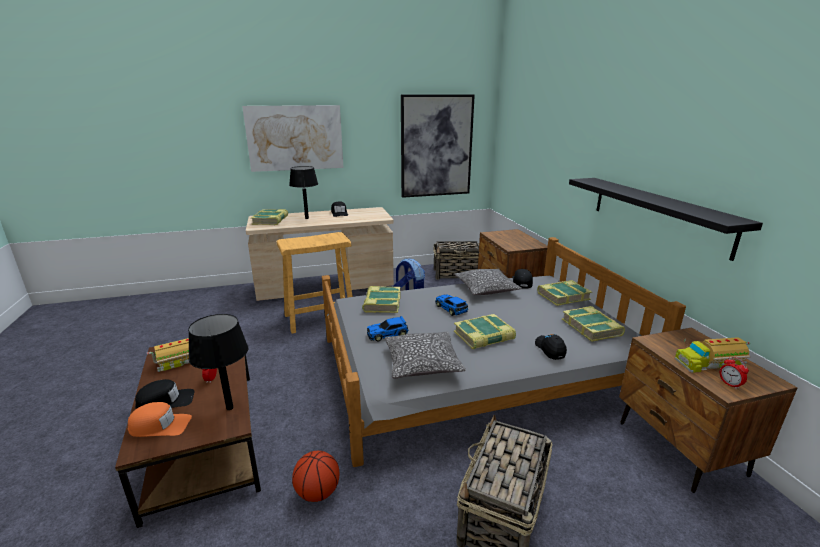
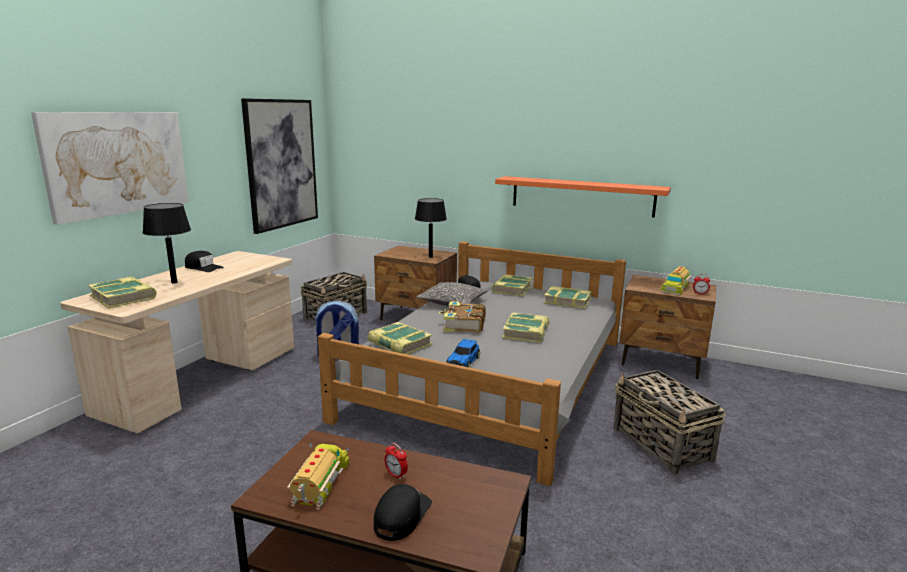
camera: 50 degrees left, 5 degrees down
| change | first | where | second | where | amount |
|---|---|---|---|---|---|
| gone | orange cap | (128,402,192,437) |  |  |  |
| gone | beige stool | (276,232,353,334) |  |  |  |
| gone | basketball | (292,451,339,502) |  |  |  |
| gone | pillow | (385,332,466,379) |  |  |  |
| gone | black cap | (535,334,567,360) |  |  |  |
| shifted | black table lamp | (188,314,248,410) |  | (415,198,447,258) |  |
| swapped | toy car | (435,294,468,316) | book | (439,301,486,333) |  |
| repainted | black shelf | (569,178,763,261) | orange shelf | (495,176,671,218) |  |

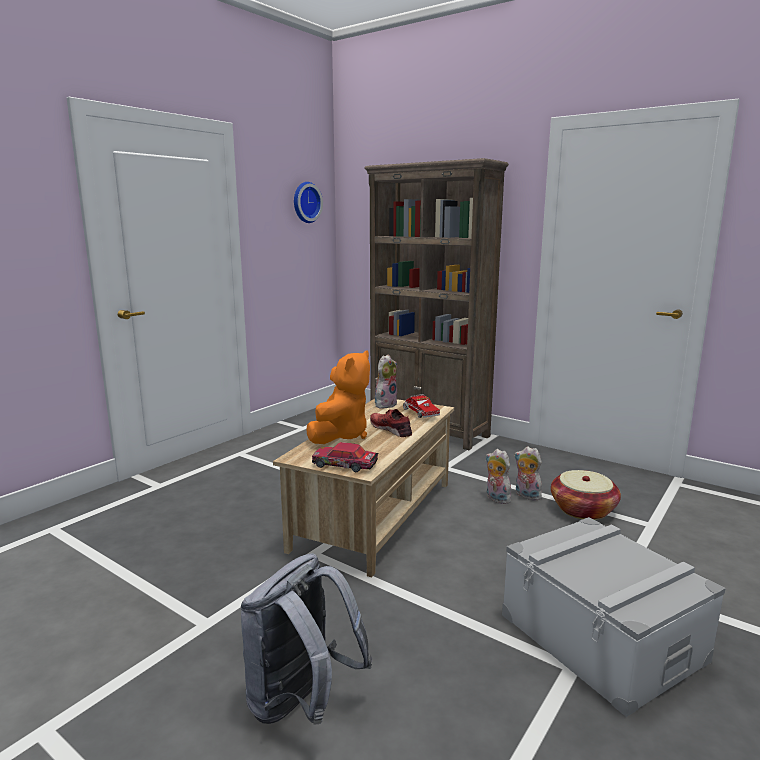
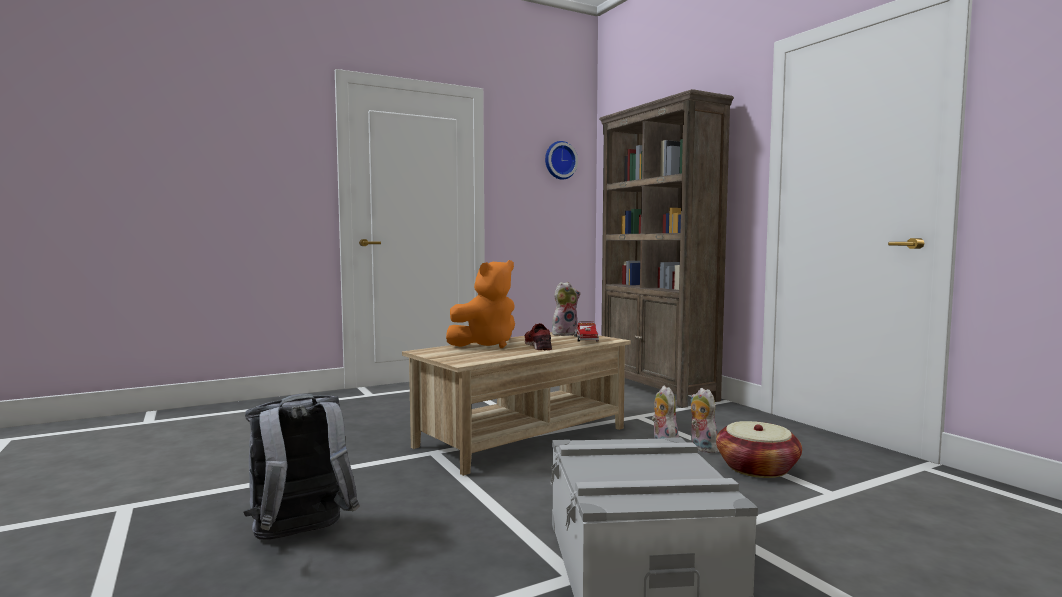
camera: 25 degrees right, 10 degrees down
| change | first | where | second | where | amount |
|---|---|---|---|---|---|
| gone | toy car | (312,442,378,472) |  |  |  |

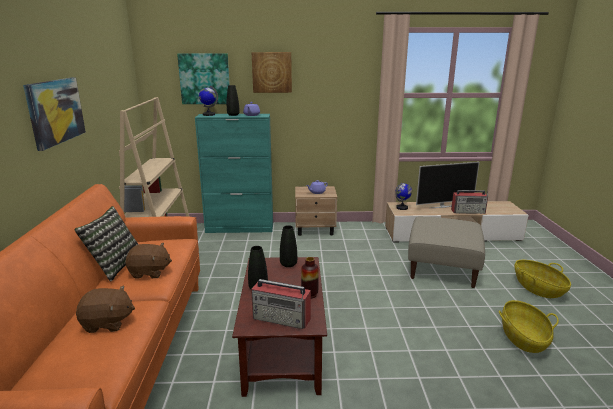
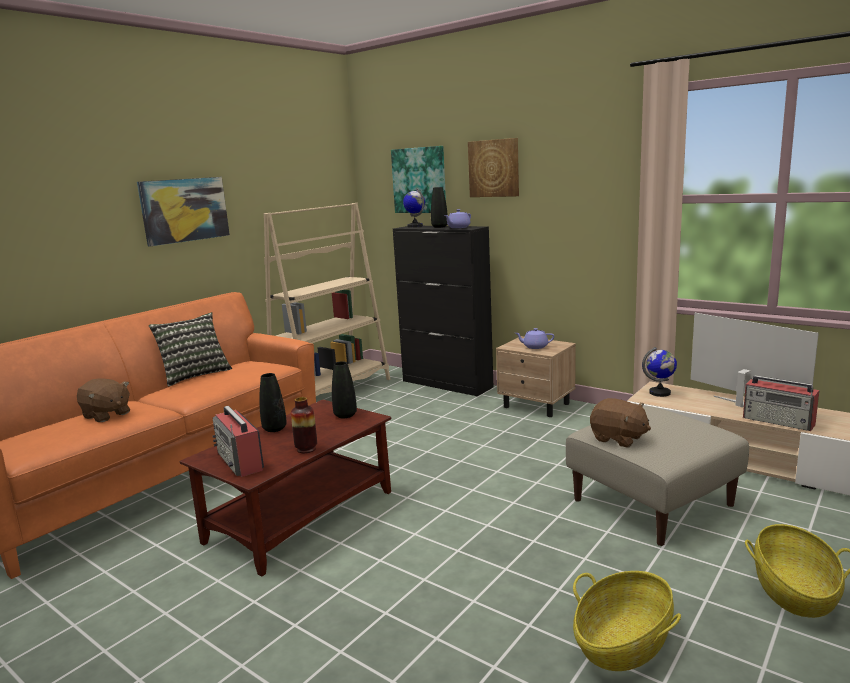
camera: 40 degrees right, 5 degrees down
| change | first | where | second | where | amount |
|---|---|---|---|---|---|
| shifted | brown plush toy | (125,243,172,278) |  | (590,398,651,447) |  |
| repainted | turquoise cabinet | (195,114,273,233) | black cabinet | (393,226,493,396) |  |
| rotated | television | (416,162,479,208) |  | (691,313,819,407) | 150 degrees counterclockwise |

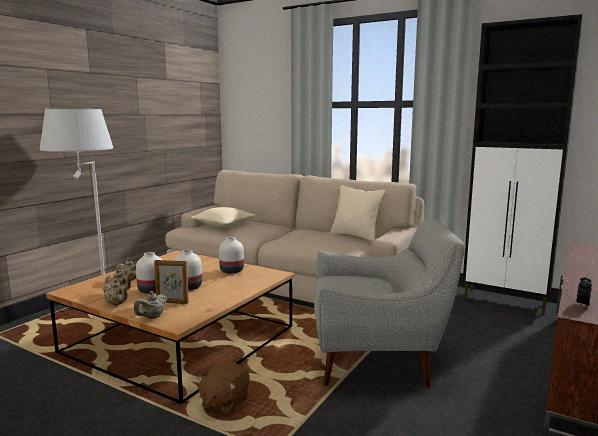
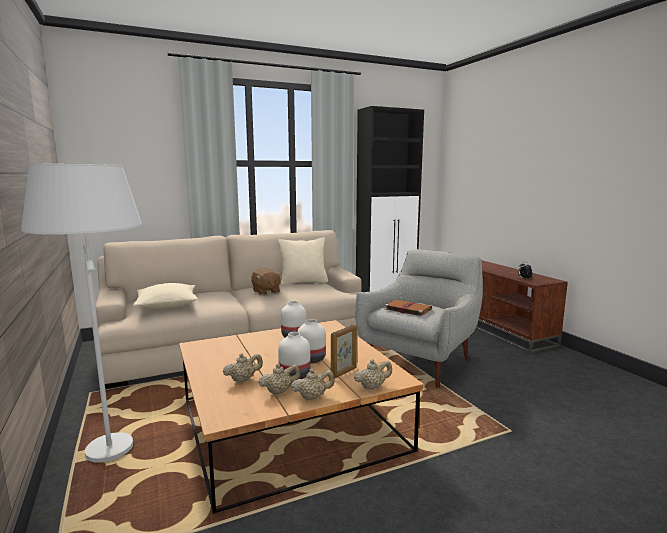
camera: 55 degrees left, 0 degrees up
| change | first | where | second | where | amount |
|---|---|---|---|---|---|
| new |  |  | brown book | (384,300,432,317) |  |
| shifted | brown plush toy | (197,362,250,414) |  | (251,268,282,295) |  |
| rotated | beige teapot | (134,291,167,319) |  | (354,359,392,390) | 90 degrees counterclockwise |

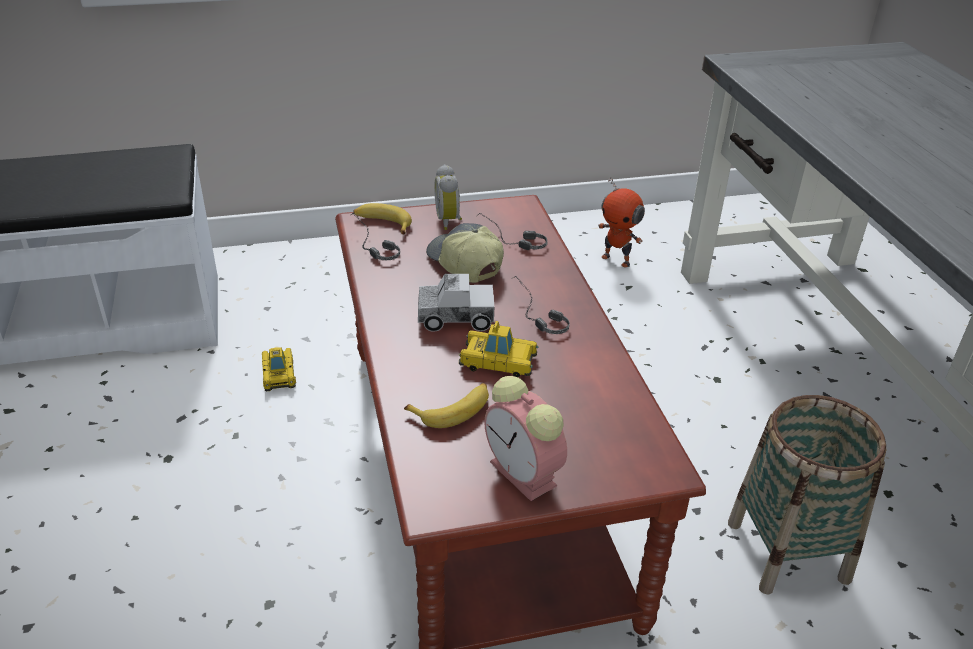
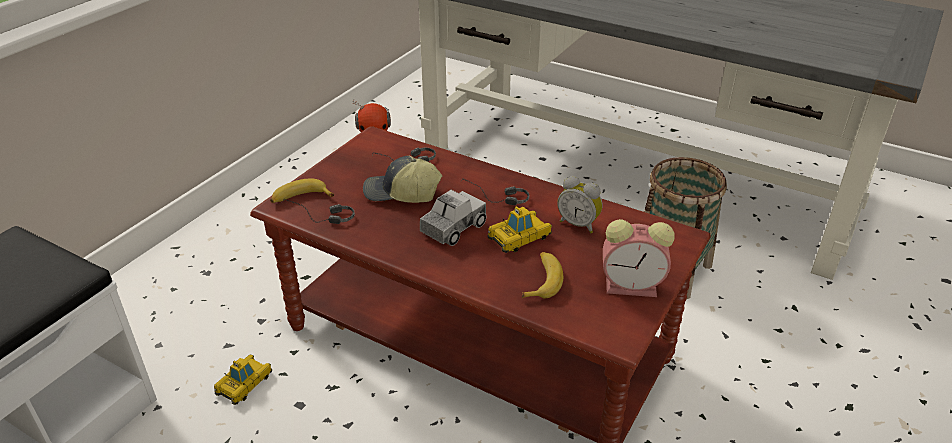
camera: 45 degrees left, 0 degrees up
| change | first | where | second | where | amount |
|---|---|---|---|---|---|
| shifted | alarm clock | (434,164,462,230) |  | (557,176,603,233) |  |
| rotated | toy car | (262,347,296,391) |  | (214,355,272,405) | 90 degrees clockwise |

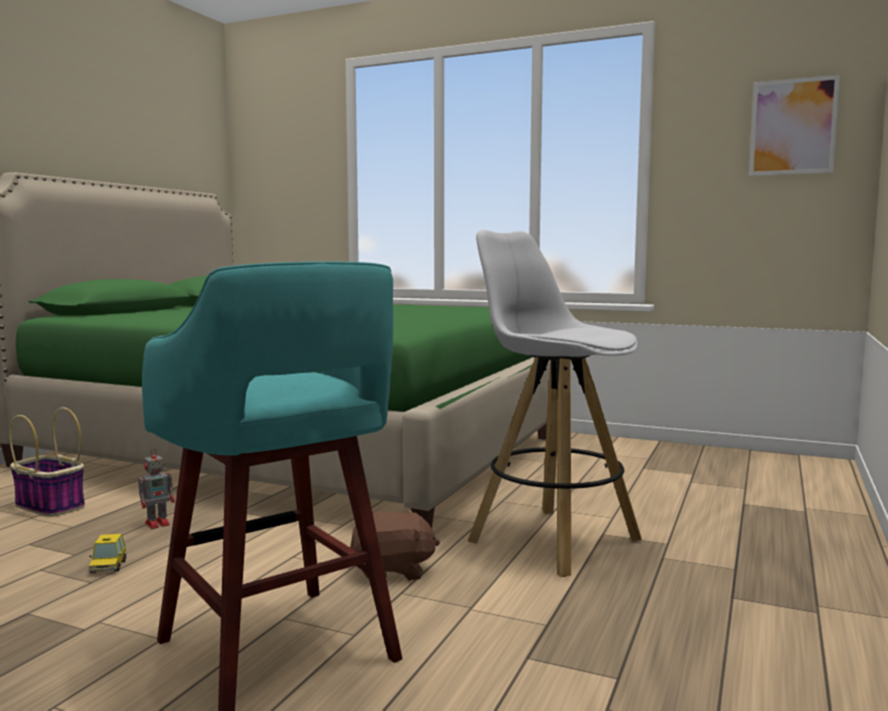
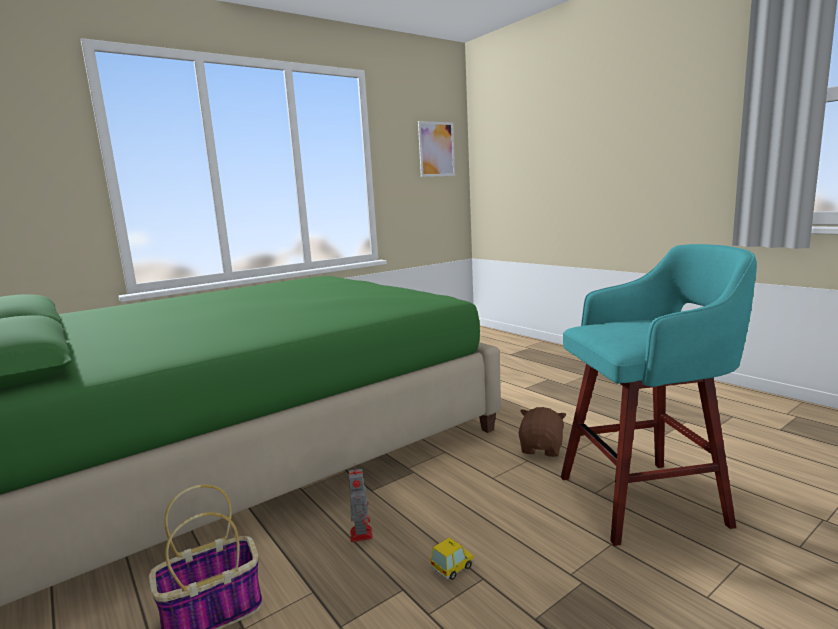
camera: 60 degrees left, 5 degrees up
| change | first | where | second | where | amount |
|---|---|---|---|---|---|
| gone | white stool | (468,230,642,577) |  |  |  |
| rotated | toy car | (89,534,127,573) |  | (430,537,474,580) | 60 degrees counterclockwise |

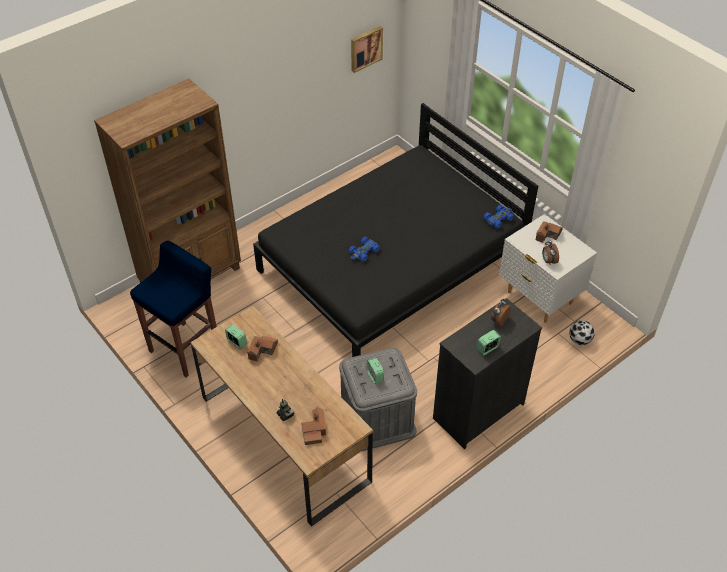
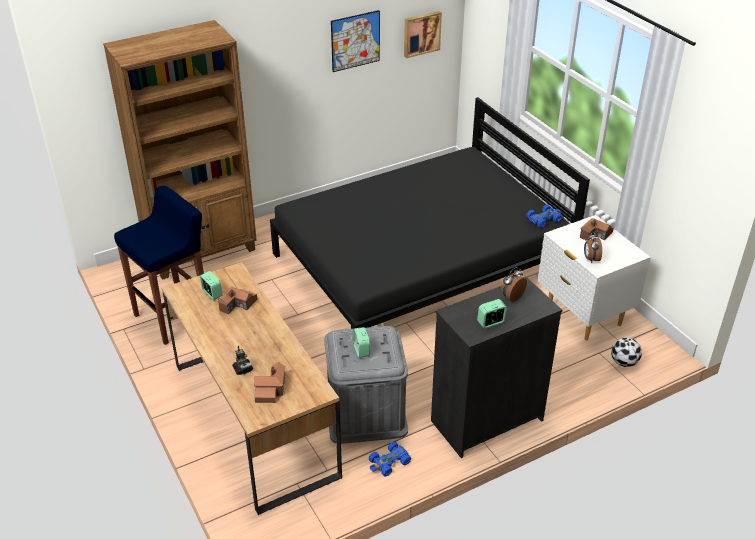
camera: 10 degrees right, 10 degrees down
| change | first | where | second | where | amount |
|---|---|---|---|---|---|
| new |  |  | picture | (331,10,380,72) |  |
| shifted | blue toy car | (349,237,380,262) |  | (369,441,411,477) |  |

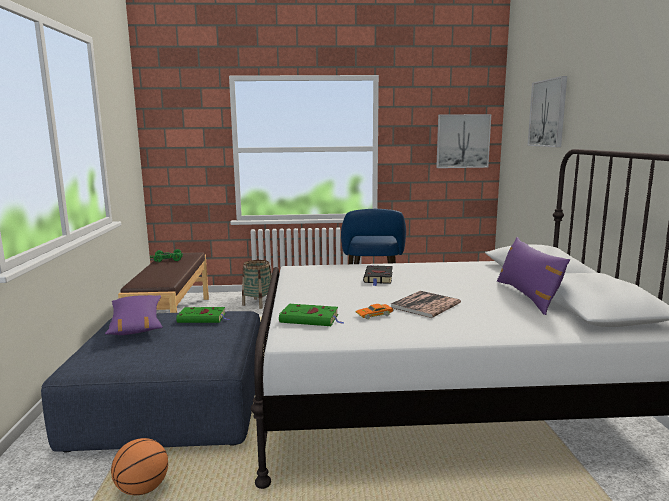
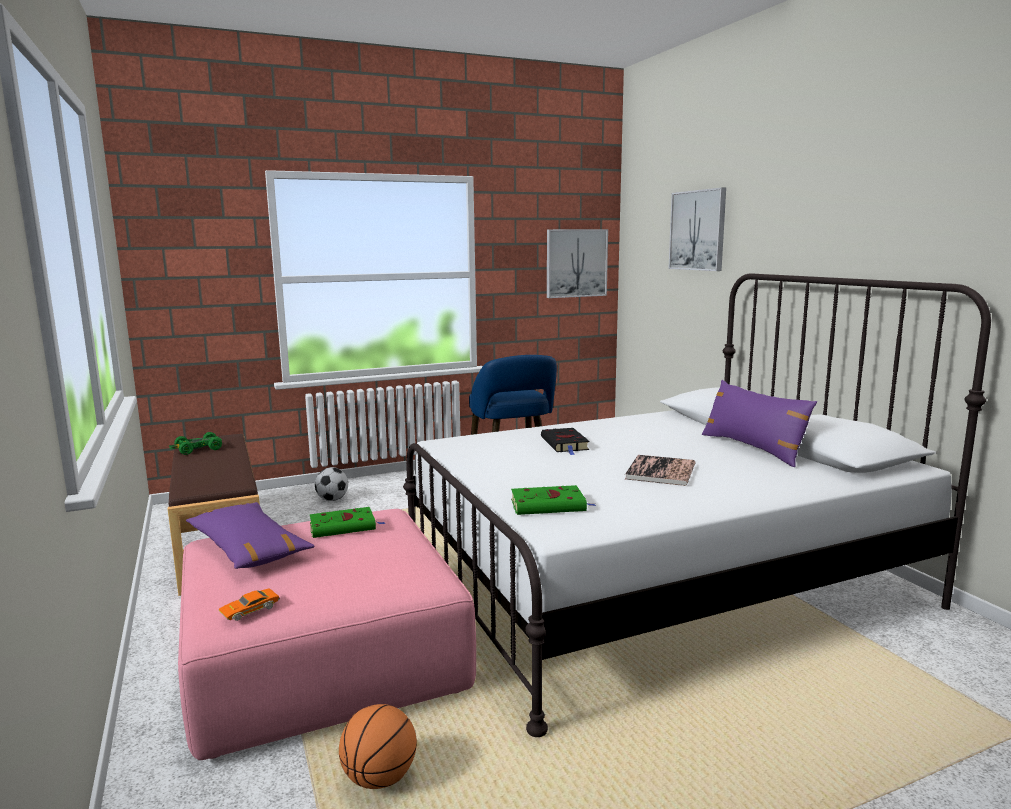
camera: 20 degrees left, 0 degrees up
| change | first | where | second | where | amount |
|---|---|---|---|---|---|
| shifted | orange toy car | (356,304,394,319) |  | (218,589,280,621) |  |
| swapped | basket | (242,260,272,309) | football | (315,467,348,501) |  |
| repainted | blue ottoman | (41,311,260,452) | pink ottoman | (178,509,476,760) |  |

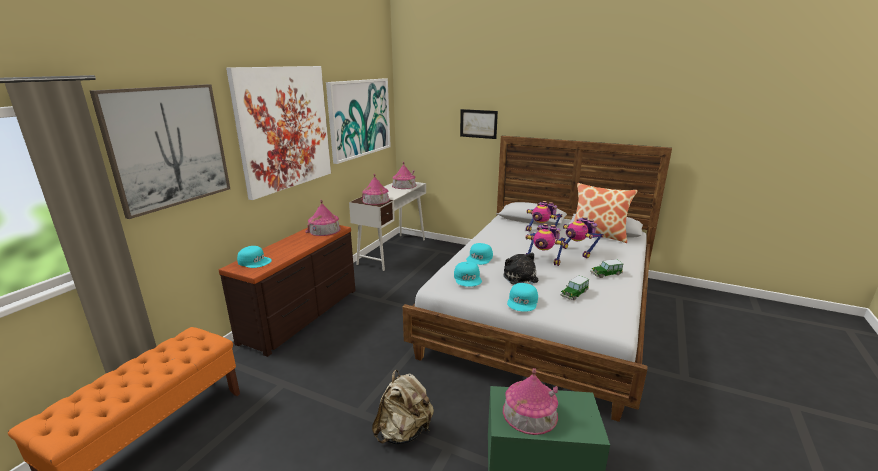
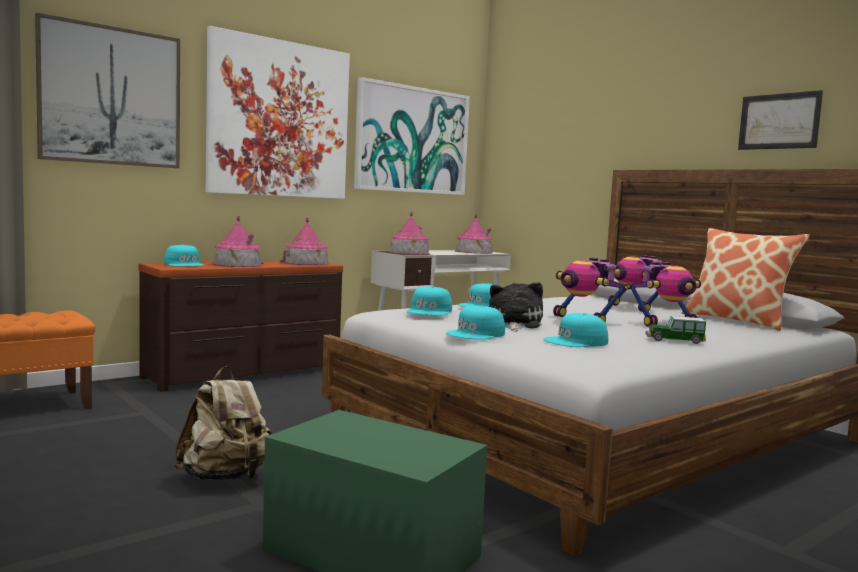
camera: 25 degrees right, 15 degrees down
| change | first | where | second | where | amount |
|---|---|---|---|---|---|
| shifted | picture | (460,109,498,139) |  | (738,90,823,150) |  |
| shifted | toy house | (503,368,558,435) |  | (212,216,264,267) |  |
| swapped | toy car | (560,275,589,300) | turquoise cap | (543,313,608,347) |  |
| rotated | toy robot | (562,217,604,258) |  | (627,262,701,327) | 105 degrees counterclockwise |

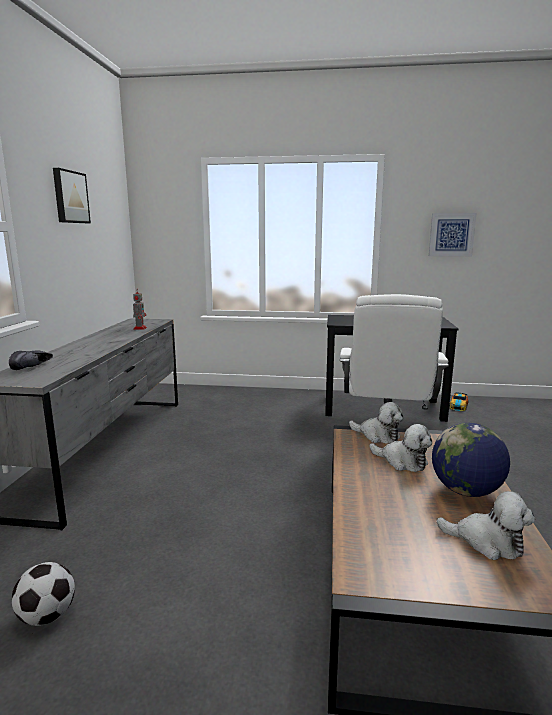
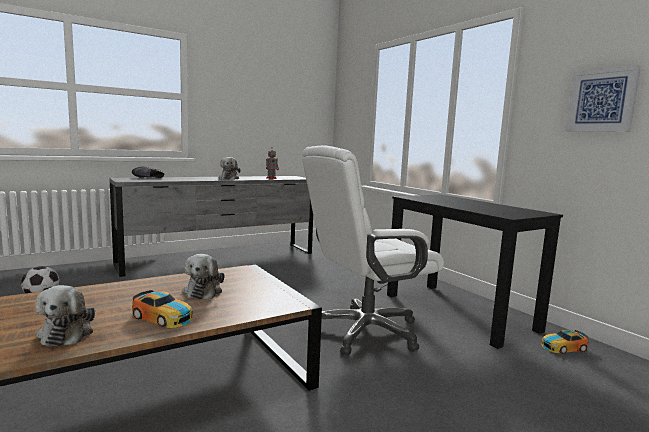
camera: 50 degrees right, 5 degrees down
| change | first | where | second | where | amount |
|---|---|---|---|---|---|
| gone | picture | (53,168,91,223) |  |  |  |
| shifted | plush toy | (349,402,403,444) |  | (219,157,241,180) |  |
| swapped | globe | (432,423,510,497) | toy car | (132,290,193,328) |  |

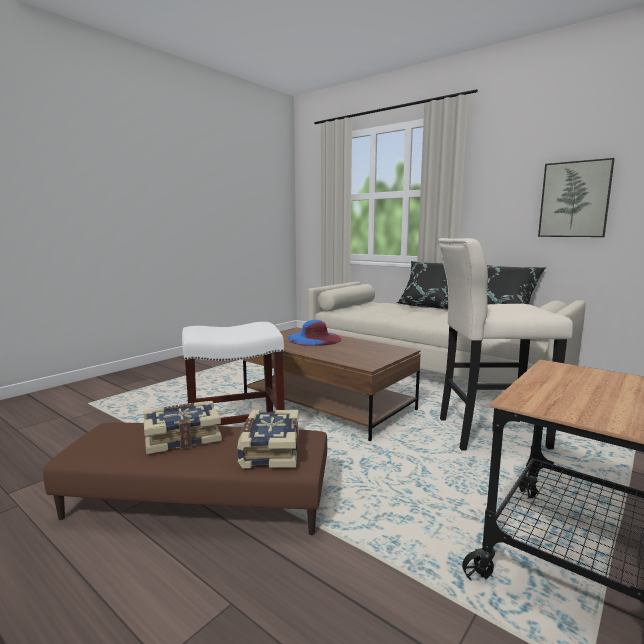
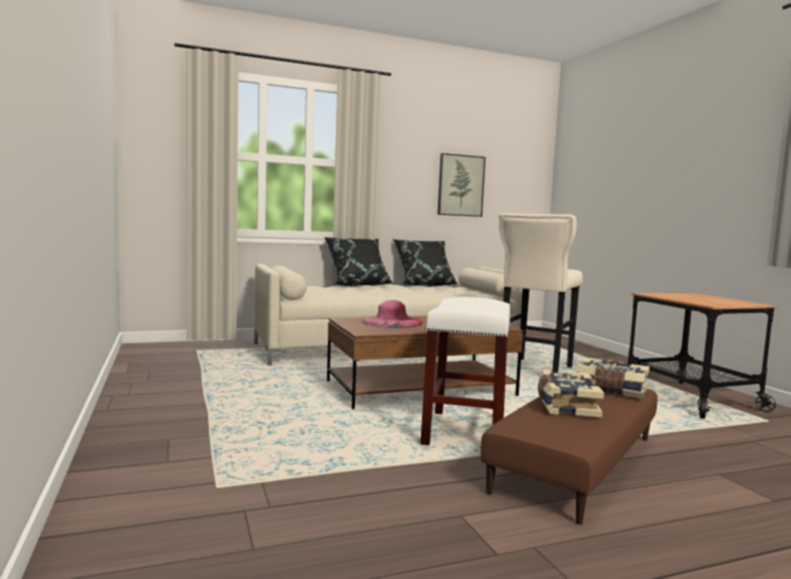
camera: 60 degrees left, 5 degrees down
| change | first | where | second | where | amount |
|---|---|---|---|---|---|
| repainted | blue hat | (288,320,342,346) | pink hat | (362,300,423,328) |  |

